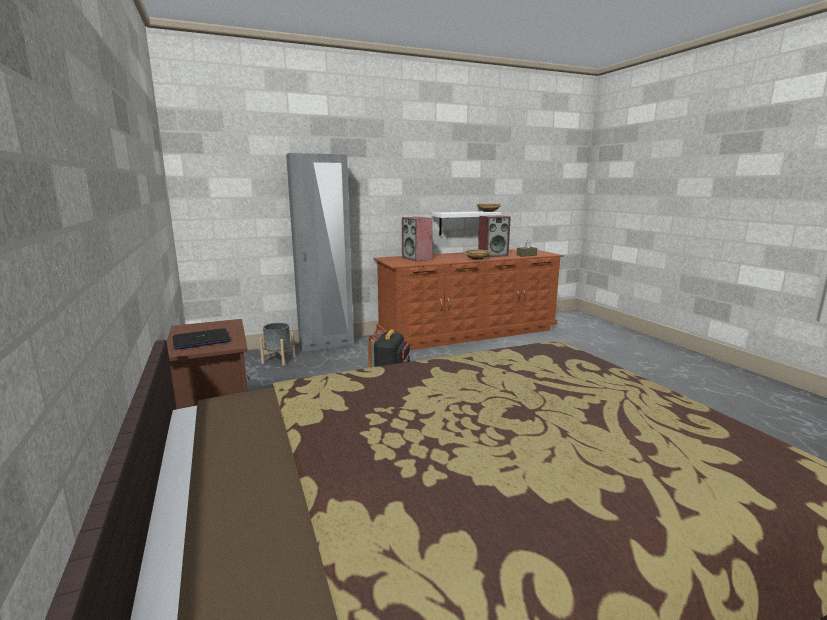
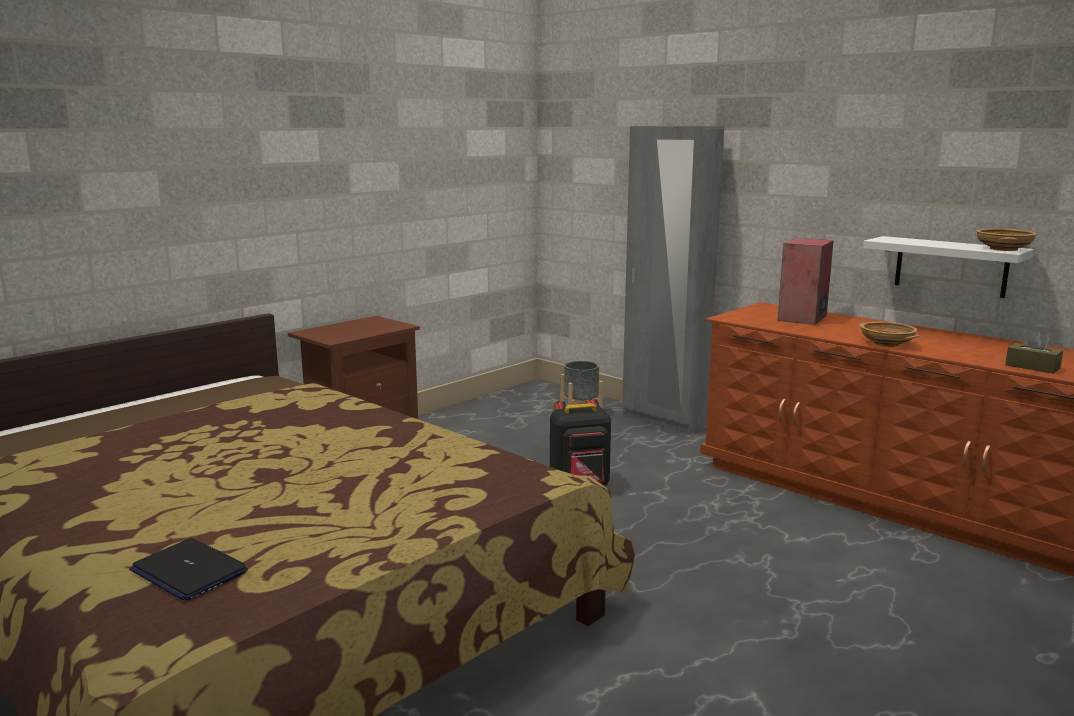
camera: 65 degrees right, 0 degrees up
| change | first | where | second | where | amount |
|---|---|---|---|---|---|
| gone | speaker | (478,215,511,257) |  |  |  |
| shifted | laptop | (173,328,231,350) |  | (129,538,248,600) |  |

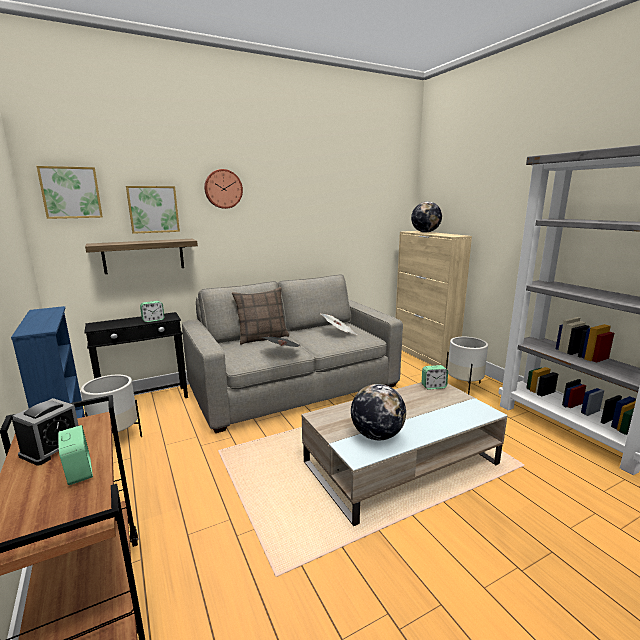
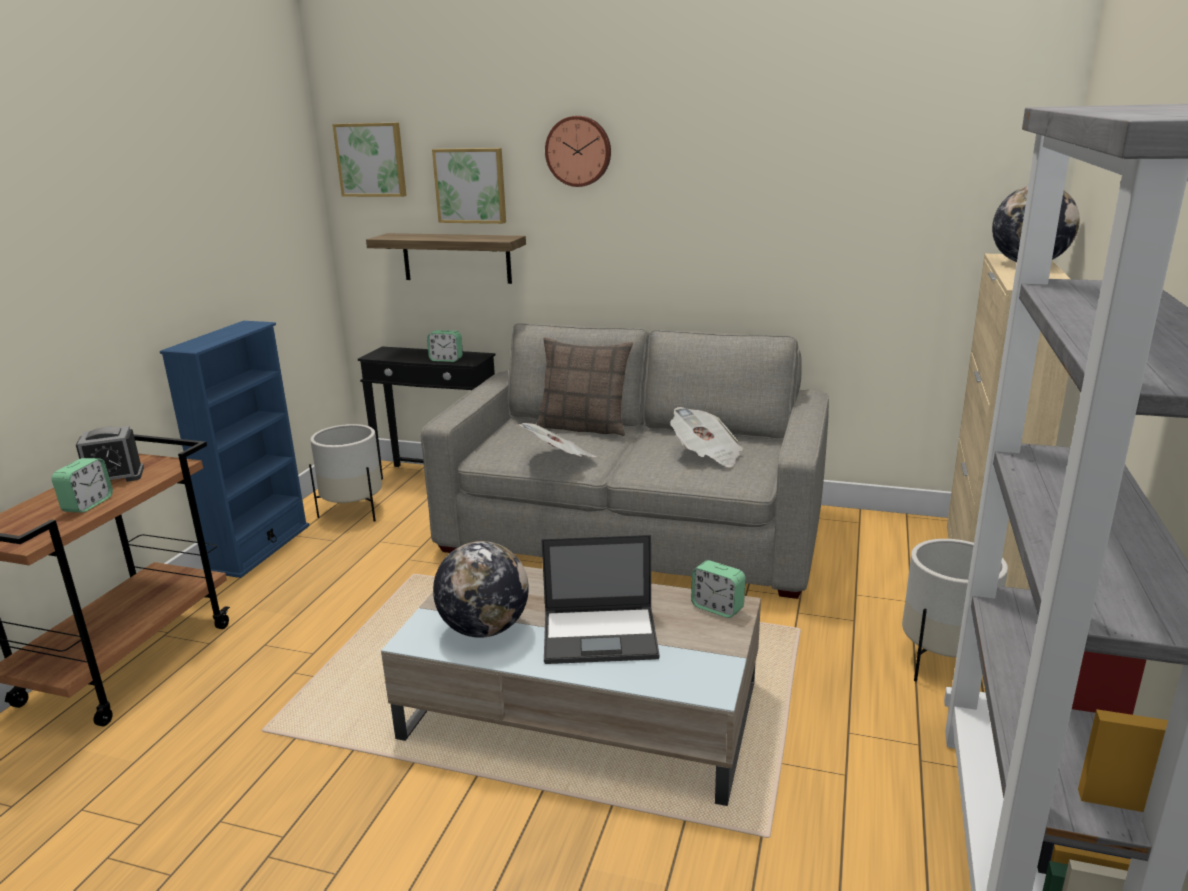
camera: 45 degrees right, 5 degrees up
| change | first | where | second | where | amount |
|---|---|---|---|---|---|
| new |  |  | laptop | (541,534,660,664) |  |

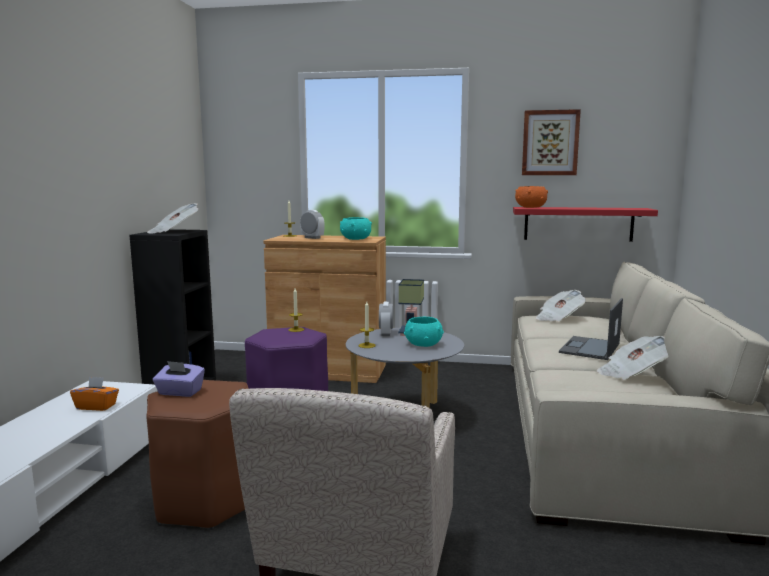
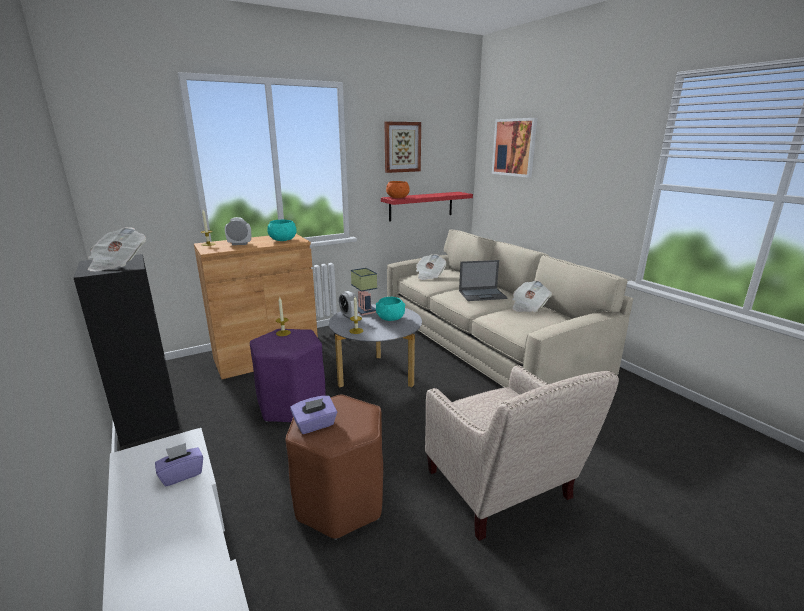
camera: 40 degrees left, 10 degrees up
| change | first | where | second | where | amount |
|---|---|---|---|---|---|
| new |  |  | picture | (492,118,537,178) |  |
| repainted | orange tissue box | (70,377,119,411) | purple tissue box | (155,443,203,486) |  |
| rotated | laptop | (559,298,623,360) |  | (459,260,508,301) | 90 degrees counterclockwise |

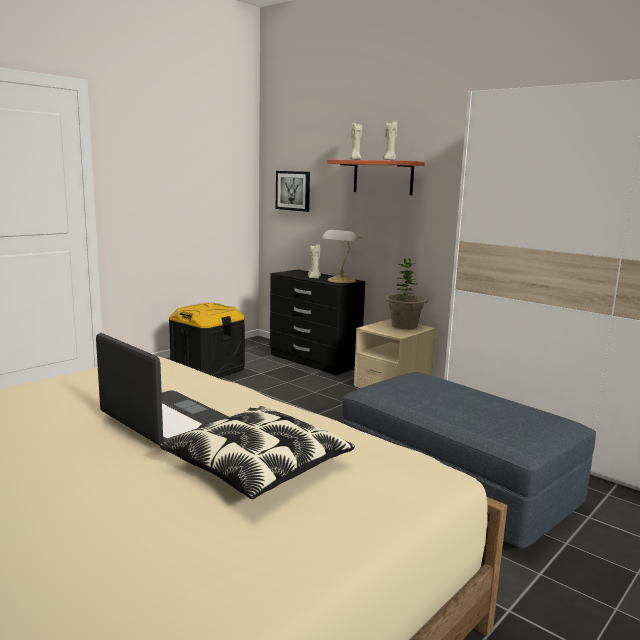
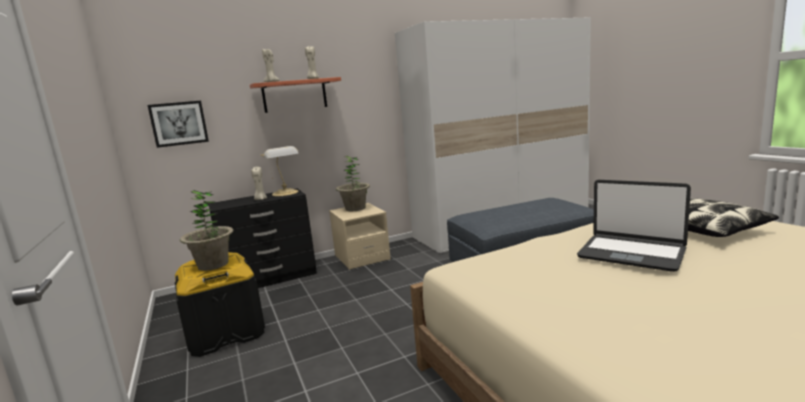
camera: 65 degrees left, 0 degrees up
| change | first | where | second | where | amount |
|---|---|---|---|---|---|
| new |  |  | potted plant | (180,190,234,271) |  |
| rotated | laptop | (96,333,229,446) |  | (577,180,691,272) | 120 degrees counterclockwise |

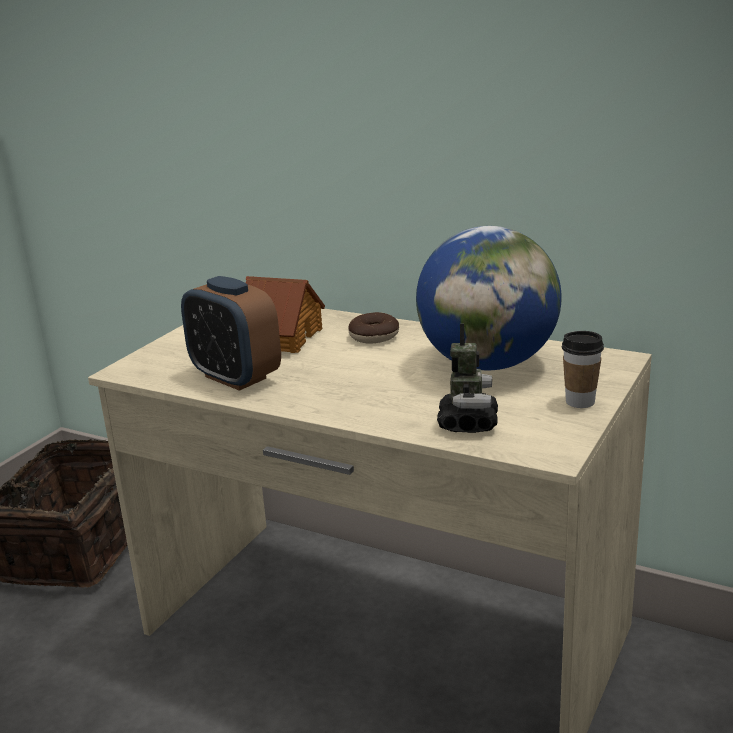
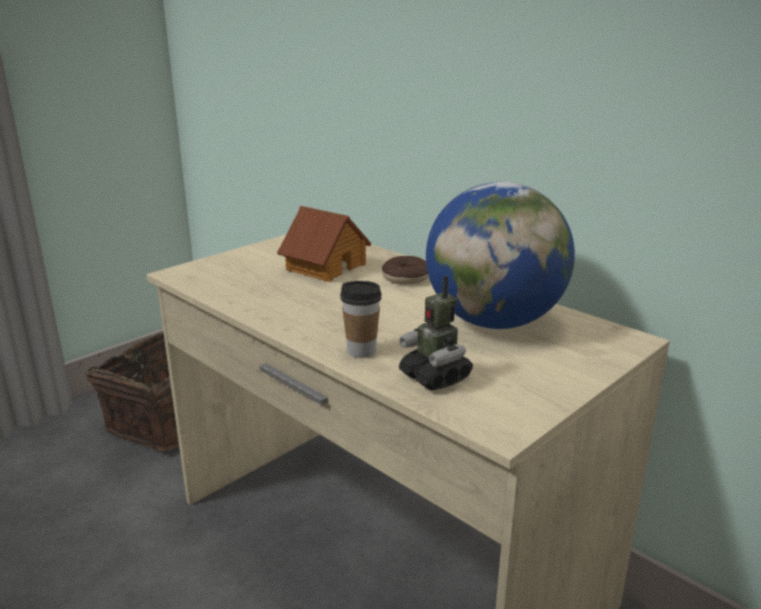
camera: 15 degrees right, 0 degrees up
| change | first | where | second | where | amount |
|---|---|---|---|---|---|
| gone | alarm clock | (181,276,281,391) |  |  |  |
| shifted | cup | (562,331,604,408) |  | (340,281,382,358) |  |
| rotated | toy robot | (437,323,498,433) |  | (399,275,473,390) | 120 degrees clockwise |

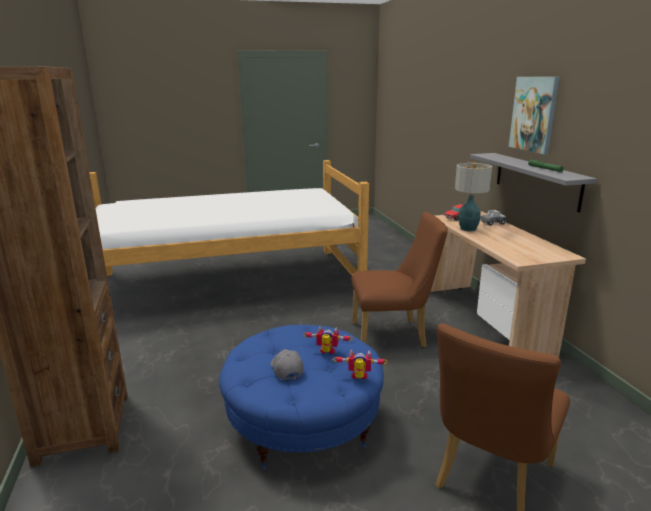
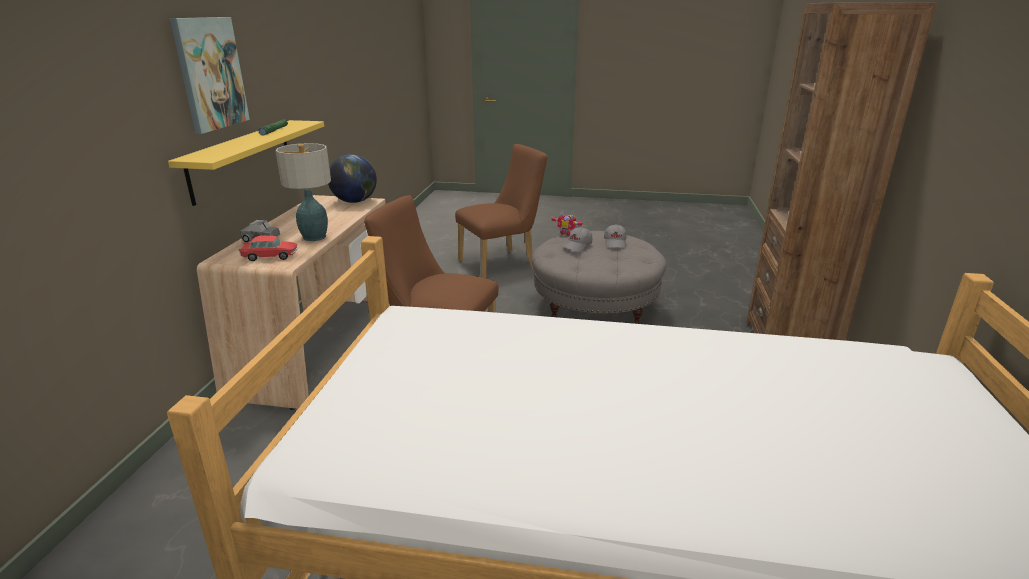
camera: 155 degrees left, 5 degrees up
| change | first | where | second | where | amount |
|---|---|---|---|---|---|
| new |  |  | globe | (328,154,377,203) |  |
| swapped | toy robot | (303,326,353,354) | grey cap | (563,227,592,252) |  |
| repainted | blue ottoman | (219,325,383,470) | grey ottoman | (532,231,667,324) |  |
| repainted | grey shelf | (470,153,597,212) | yellow shelf | (168,120,324,206) |  |

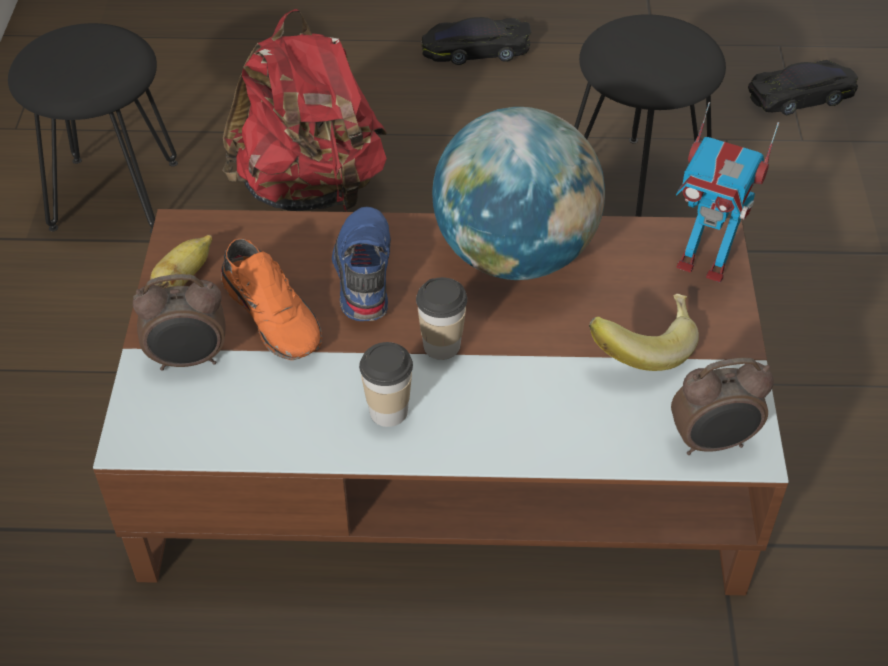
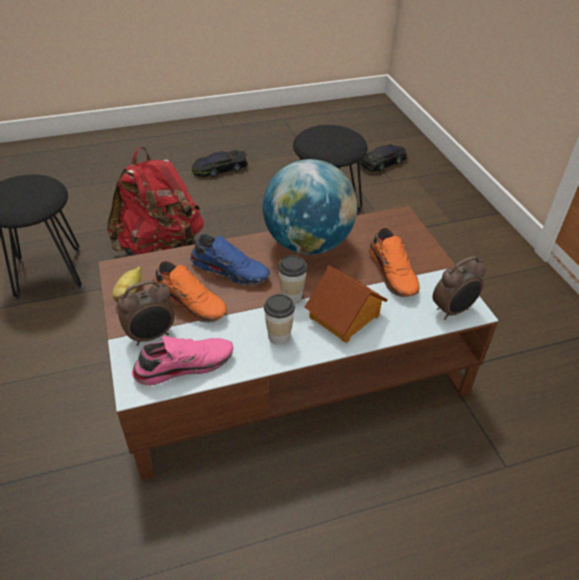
camera: 20 degrees left, 5 degrees down
| change | first | where | second | where | amount |
|---|---|---|---|---|---|
| gone | toy robot | (676,102,779,282) |  |  |  |
| new |  |  | pink shoe | (132,336,234,386) |  |
| new |  |  | toy house | (305,265,388,343) |  |
| swapped | banana | (589,294,699,371) | orange shoe | (369,227,420,297) |  |
| rotated | blue shoe | (332,207,391,321) |  | (190,234,270,286) | 135 degrees clockwise |

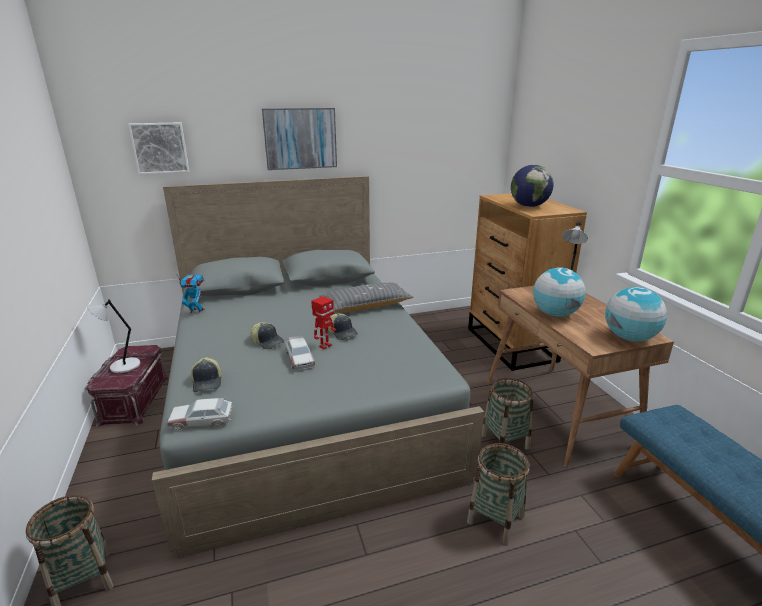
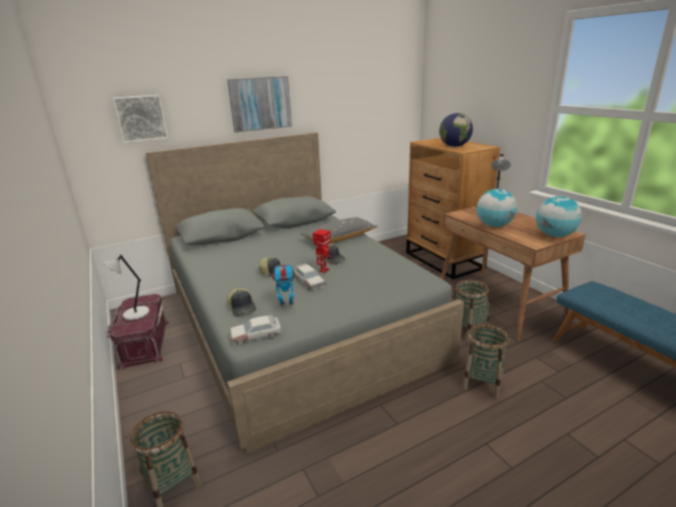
camera: 10 degrees left, 0 degrees up
| change | first | where | second | where | amount |
|---|---|---|---|---|---|
| shifted | toy robot | (177,274,205,314) |  | (272,264,295,309) |  |

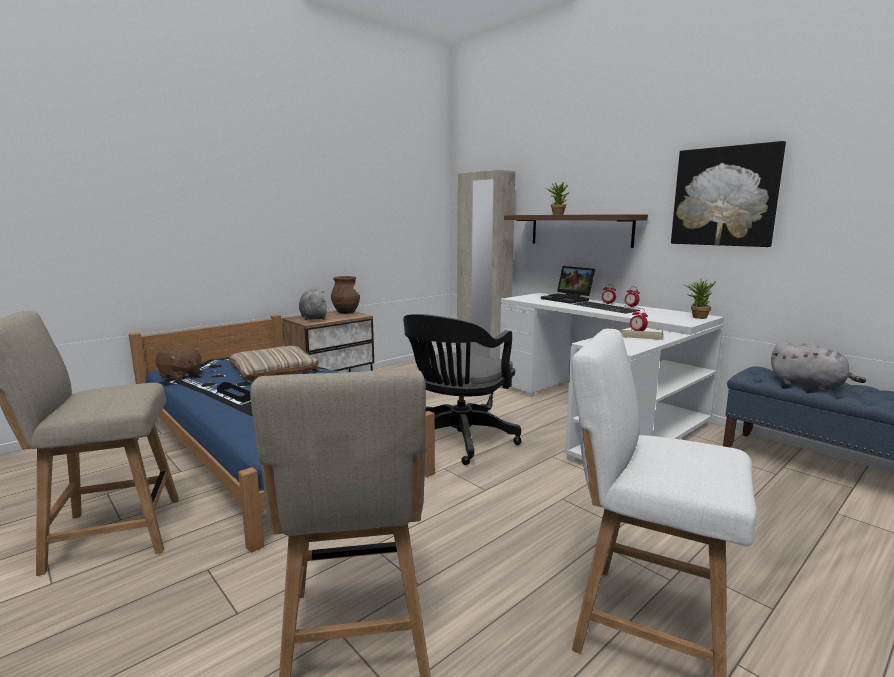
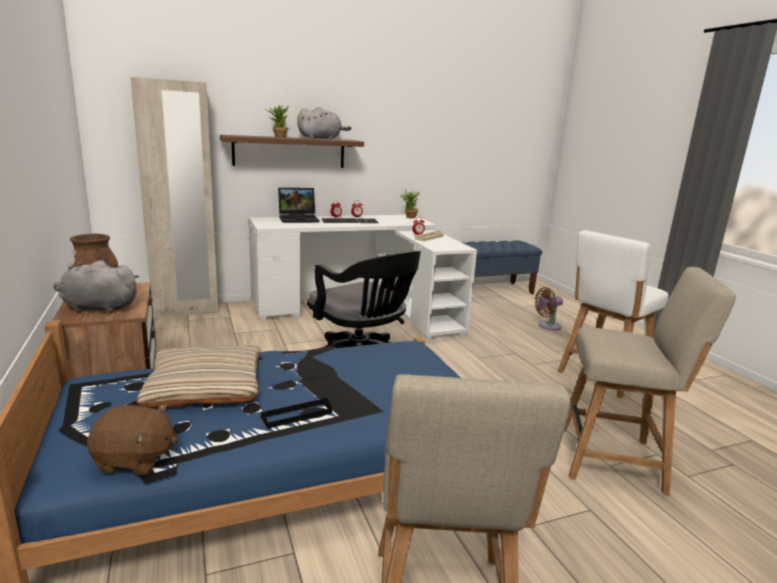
camera: 70 degrees left, 5 degrees up
| change | first | where | second | where | amount |
|---|---|---|---|---|---|
| gone | picture | (671,141,786,247) |  |  |  |
| new |  |  | brown fan | (534,287,563,330) |  |
| shifted | grey plush toy | (771,341,866,391) |  | (297,107,351,139) |  |
| rotated | brown plush toy | (155,345,202,380) |  | (87,404,178,475) | 45 degrees clockwise |

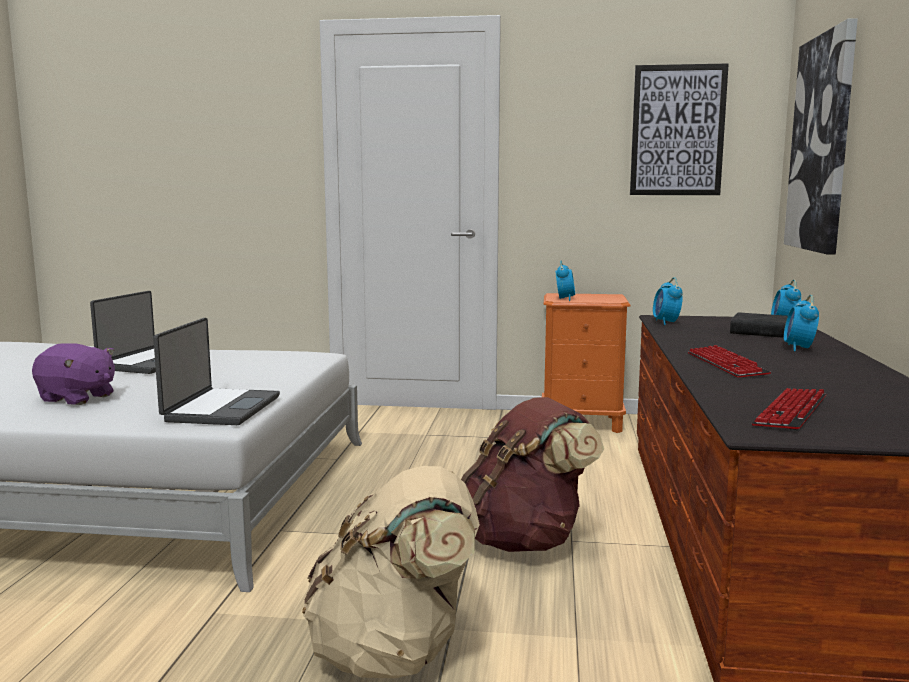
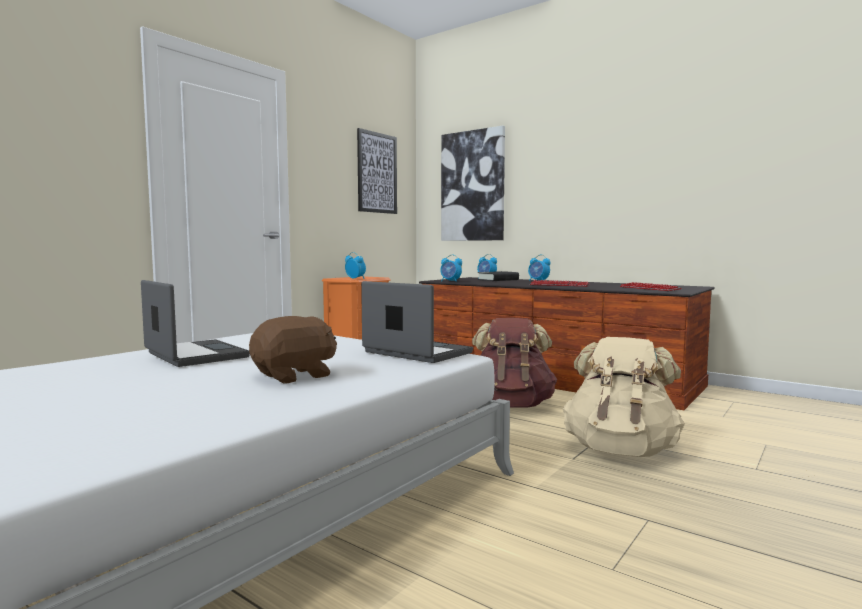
camera: 60 degrees left, 5 degrees down
| change | first | where | second | where | amount |
|---|---|---|---|---|---|
| repainted | purple plush toy | (32,343,115,405) | brown plush toy | (249,316,337,383) |  |

